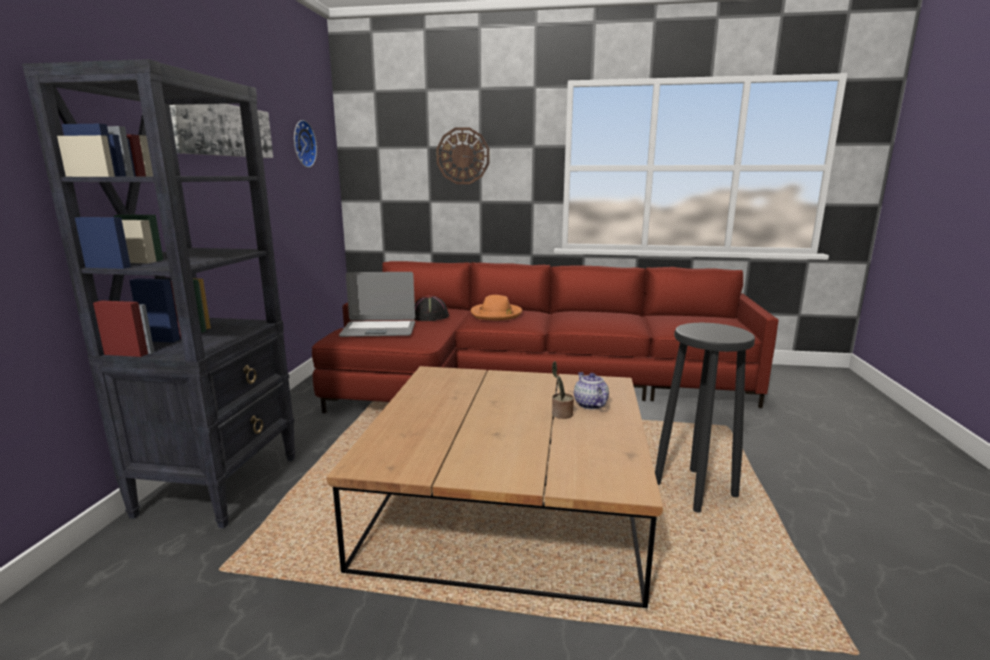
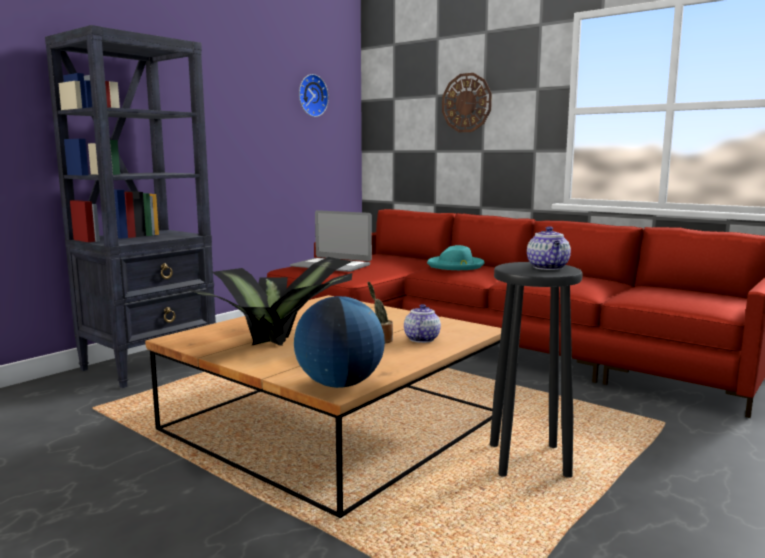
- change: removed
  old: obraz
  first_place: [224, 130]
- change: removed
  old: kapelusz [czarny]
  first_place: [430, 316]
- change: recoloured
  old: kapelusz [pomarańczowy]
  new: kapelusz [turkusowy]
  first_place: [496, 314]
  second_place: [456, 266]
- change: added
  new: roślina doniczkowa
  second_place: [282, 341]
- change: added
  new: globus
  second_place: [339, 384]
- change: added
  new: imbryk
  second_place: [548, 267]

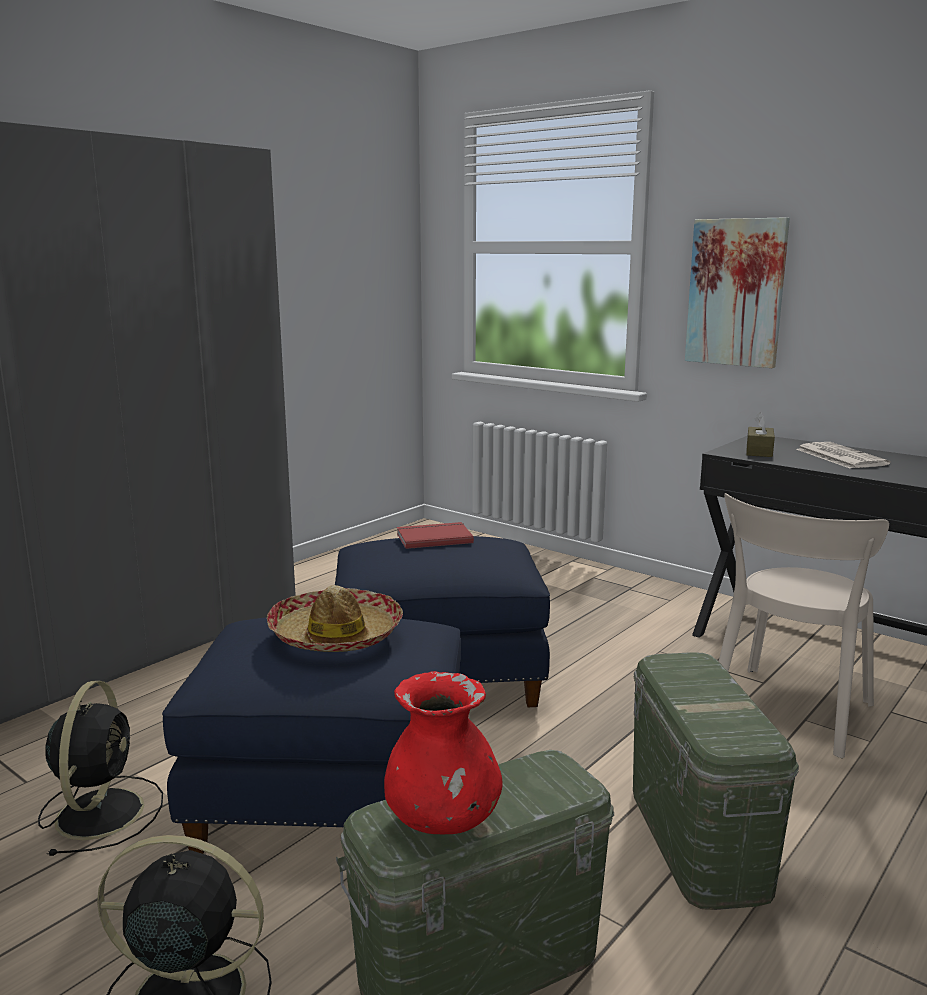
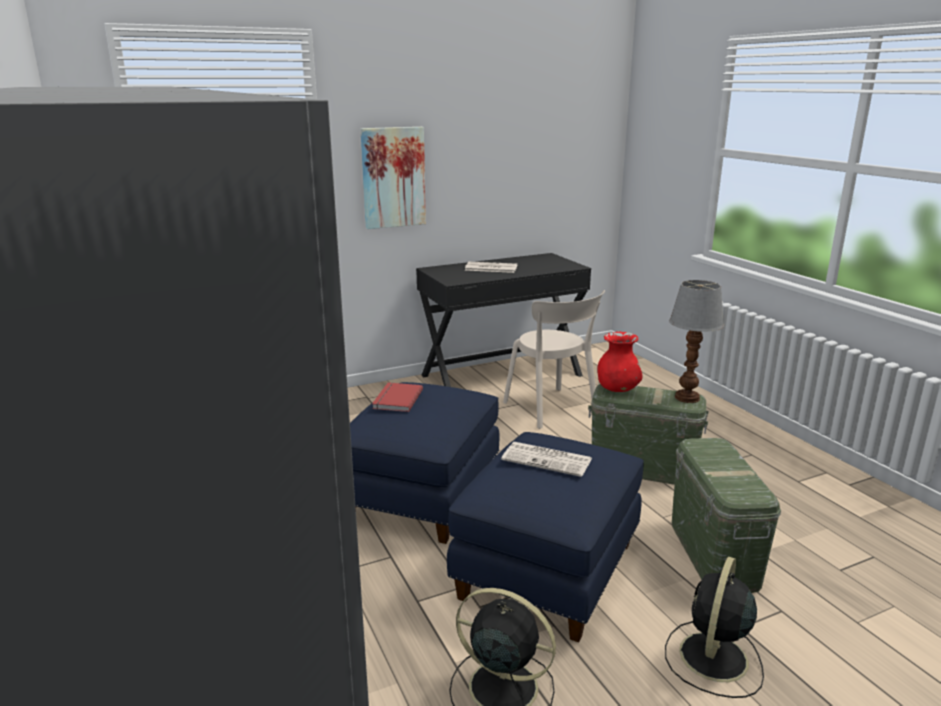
- change: replaced
  old: kapelusz
  new: gazeta
  first_place: [336, 635]
  second_place: [548, 460]
- change: moved
  old: wazon [czerwony]
  first_place: [444, 820]
  second_place: [617, 389]
- change: removed
  old: pudełko chusteczek [brązowy]
  first_place: [759, 451]
- change: added
  new: lampa stołowa
  second_place: [688, 398]

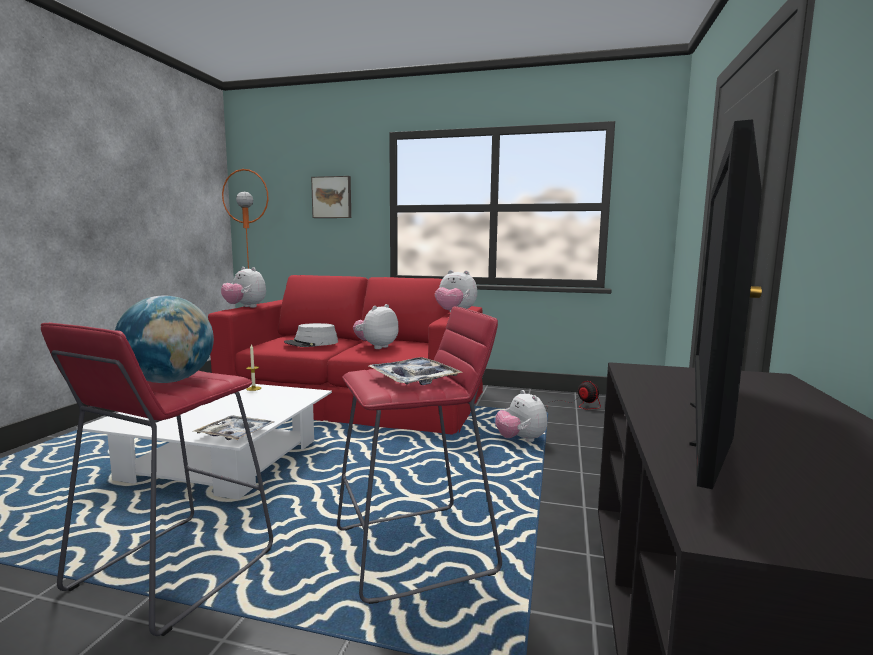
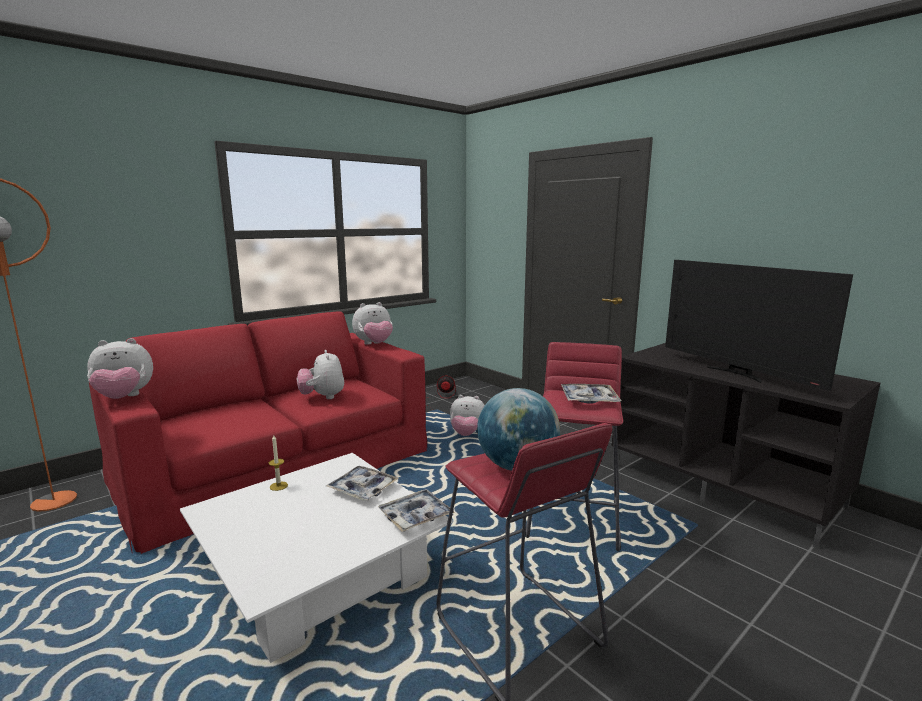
- change: removed
  old: kapelusz [szary]
  first_place: [311, 343]
- change: removed
  old: obraz
  first_place: [332, 197]
- change: added
  new: taca
  second_place: [362, 489]

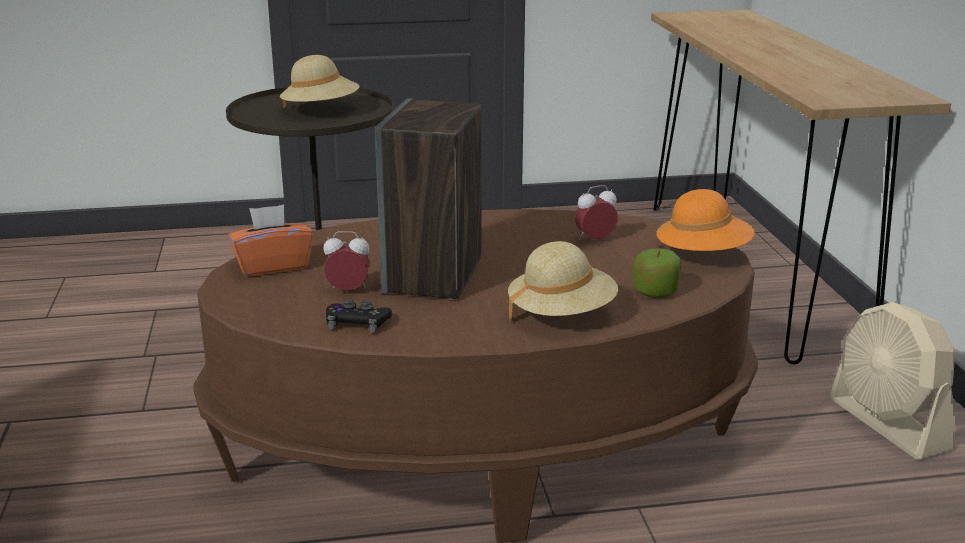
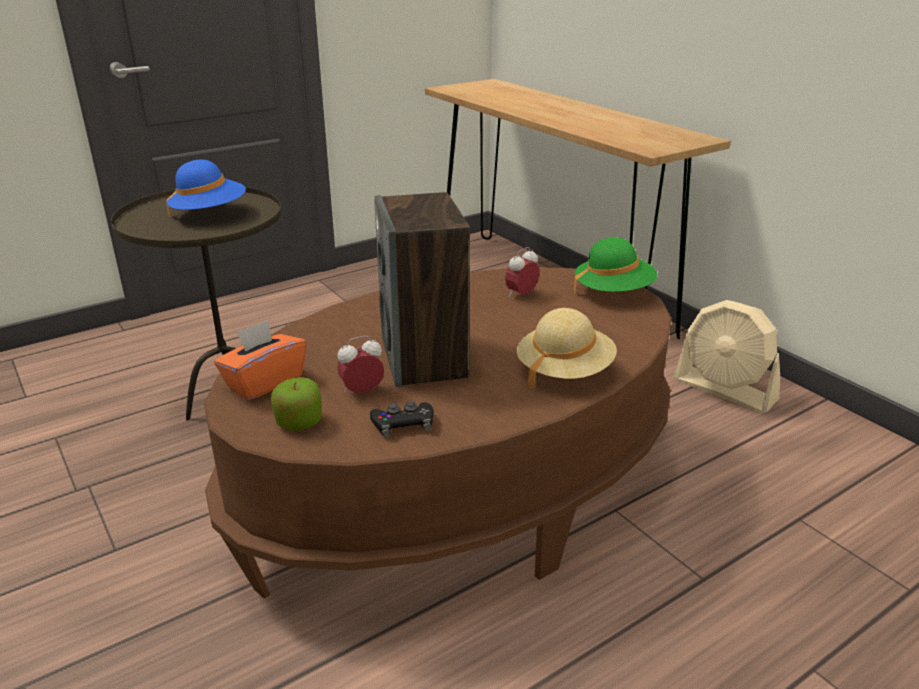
- change: recoloured
  old: kapelusz [beżowy]
  new: kapelusz [niebieski]
  first_place: [321, 111]
  second_place: [209, 214]
- change: moved
  old: jabłko
  first_place: [655, 292]
  second_place: [299, 422]
- change: recoloured
  old: kapelusz [pomarańczowy]
  new: kapelusz [zielony]
  first_place: [703, 255]
  second_place: [613, 292]

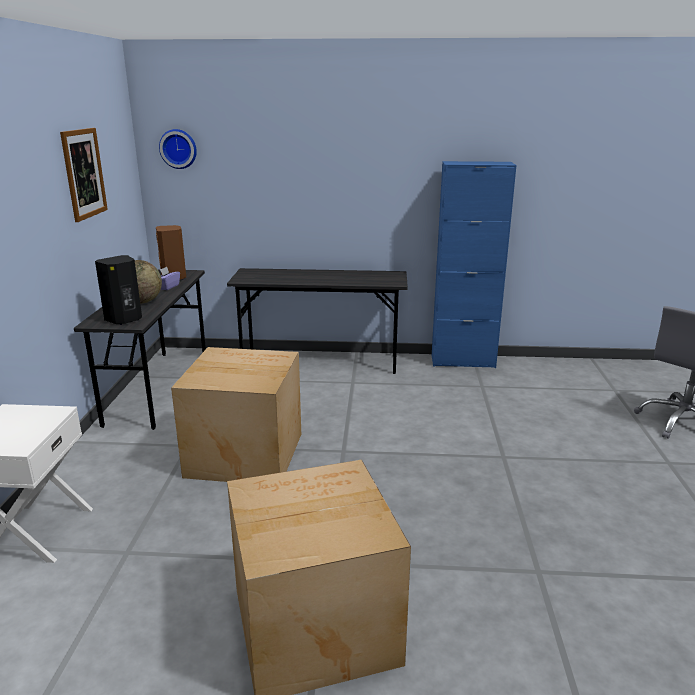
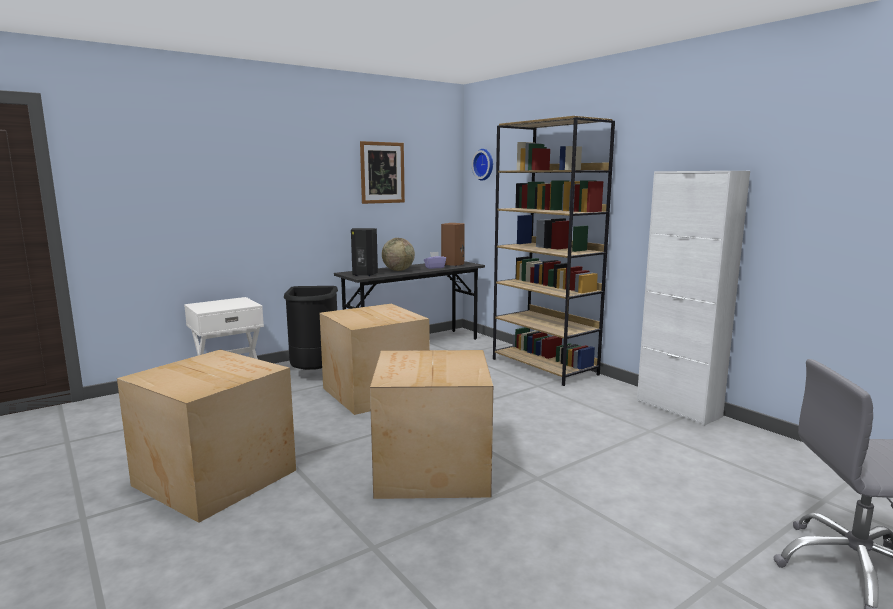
- change: replaced
  old: biurko [szary]
  new: regał [brązowy]
  first_place: [321, 362]
  second_place: [544, 367]
- change: recoloured
  old: szafka [niebieski]
  new: szafka [biały]
  first_place: [463, 361]
  second_place: [678, 409]
- change: added
  new: kosz na śmieci [czarny]
  second_place: [315, 373]
- change: added
  new: karton
  second_place: [430, 469]

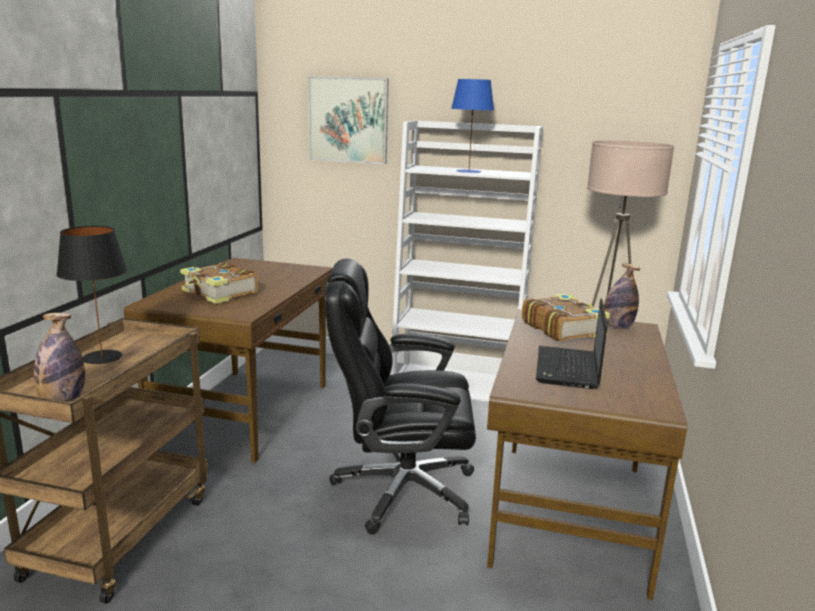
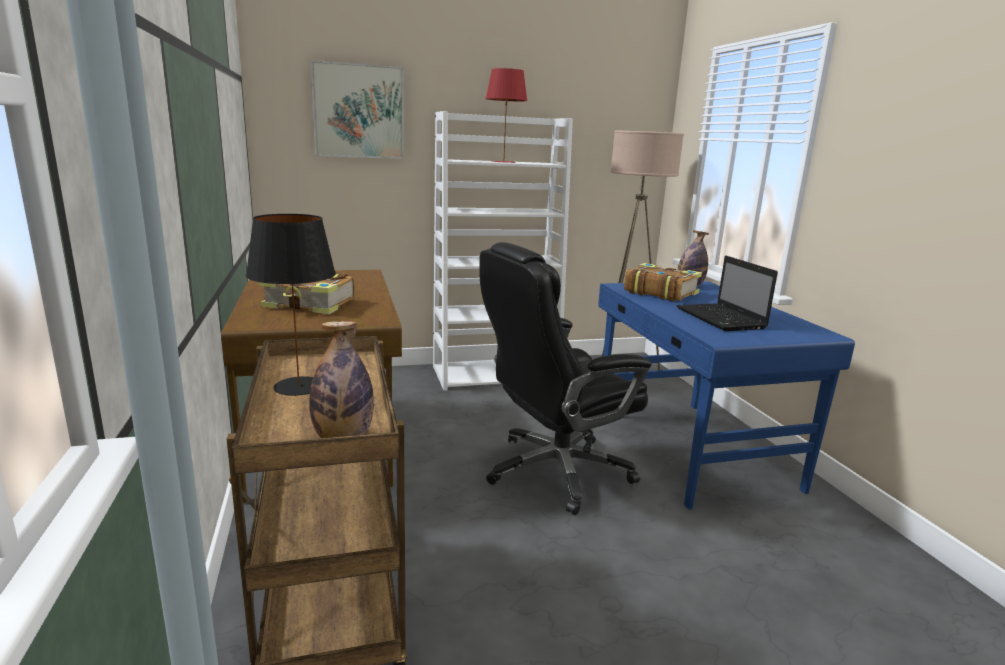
- change: recoloured
  old: lampa stołowa [niebieski]
  new: lampa stołowa [czerwony]
  first_place: [469, 171]
  second_place: [503, 162]
- change: recoloured
  old: biurko [brązowy]
  new: biurko [niebieski]
  first_place: [568, 512]
  second_place: [690, 450]

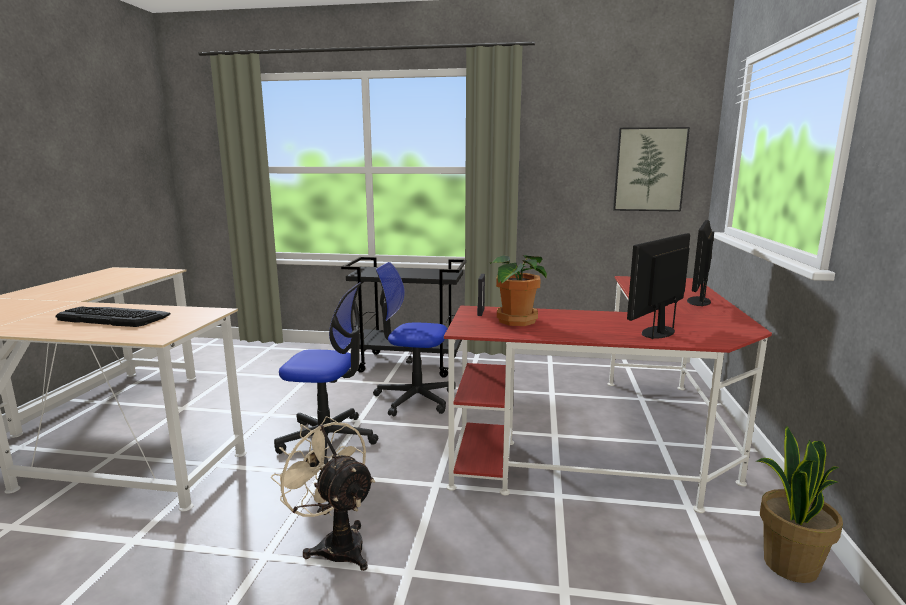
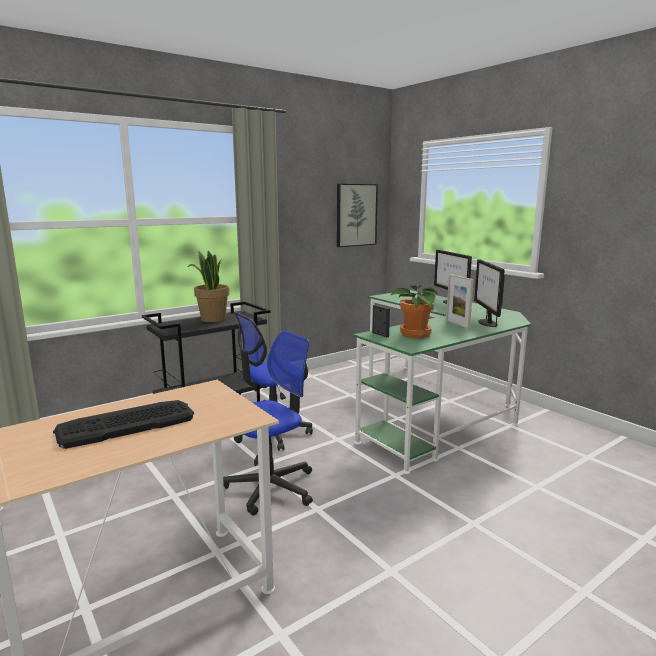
- change: removed
  old: wentylator [beżowy]
  first_place: [335, 544]
- change: recoloured
  old: biurko [czerwony]
  new: biurko [zielony]
  first_place: [619, 445]
  second_place: [435, 410]
- change: moved
  old: roślina doniczkowa
  first_place: [788, 565]
  second_place: [212, 319]
- change: added
  new: ramka na zdjęcie
  second_place: [457, 324]

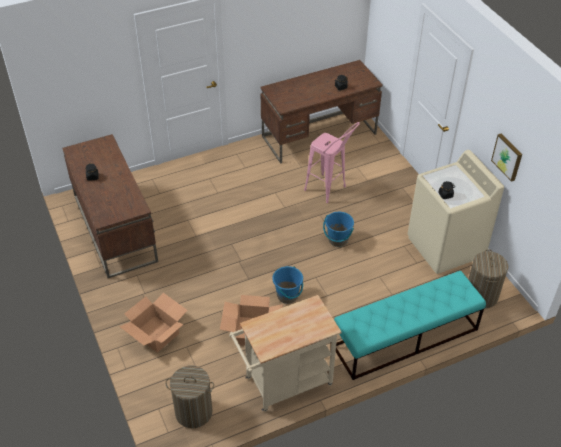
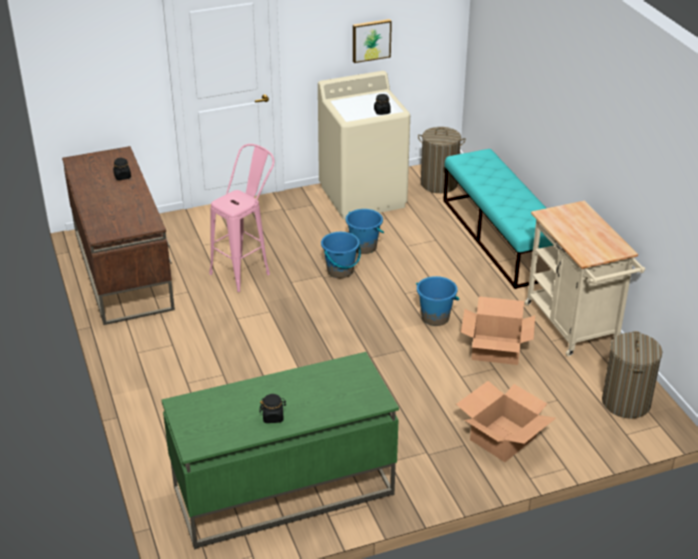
- change: recoloured
  old: biurko [brązowy]
  new: biurko [zielony]
  first_place: [115, 228]
  second_place: [282, 491]
- change: added
  new: wiadro [niebieski]
  second_place: [364, 247]

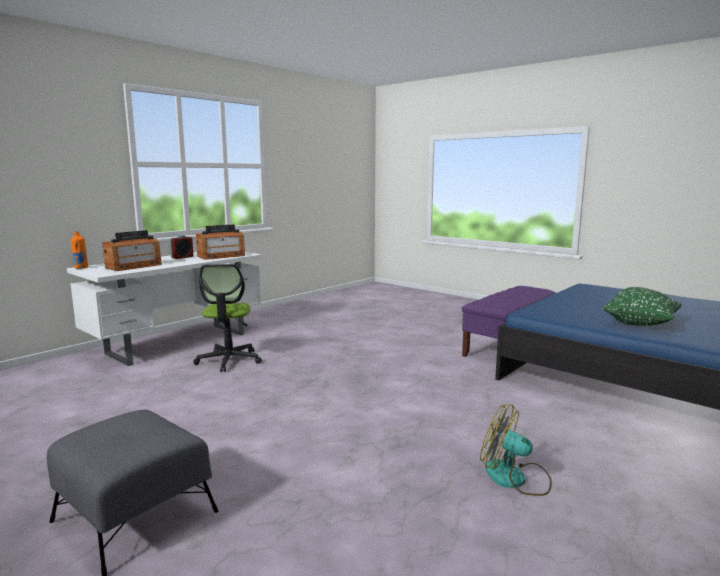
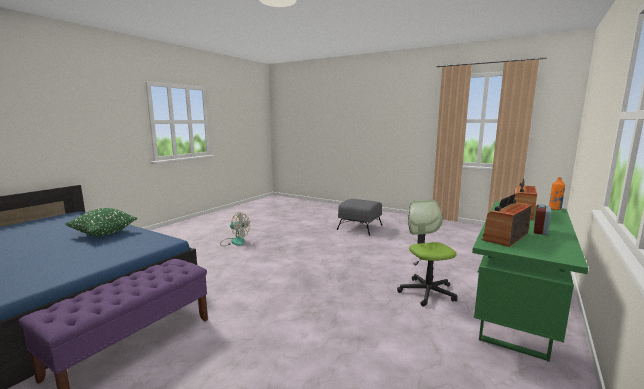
- change: recoloured
  old: biurko [biały]
  new: biurko [zielony]
  first_place: [178, 343]
  second_place: [517, 312]

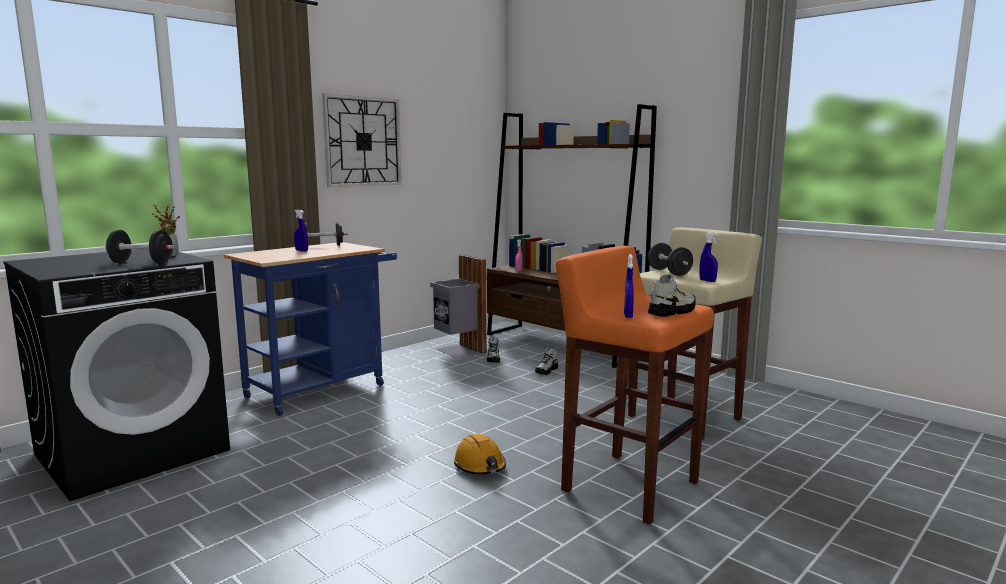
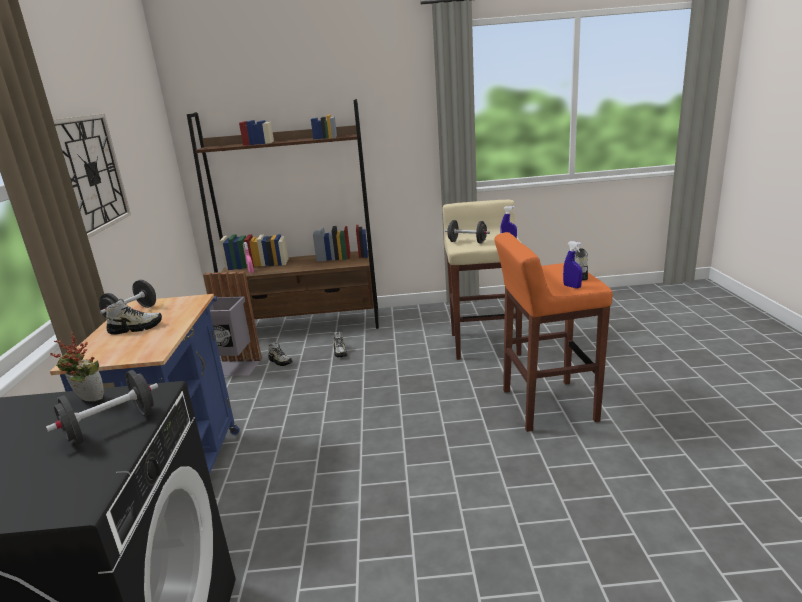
- change: replaced
  old: spryskiwacz [niebieski]
  new: but
  first_place: [301, 251]
  second_place: [136, 328]
- change: removed
  old: kask [pomarańczowy]
  first_place: [480, 466]

